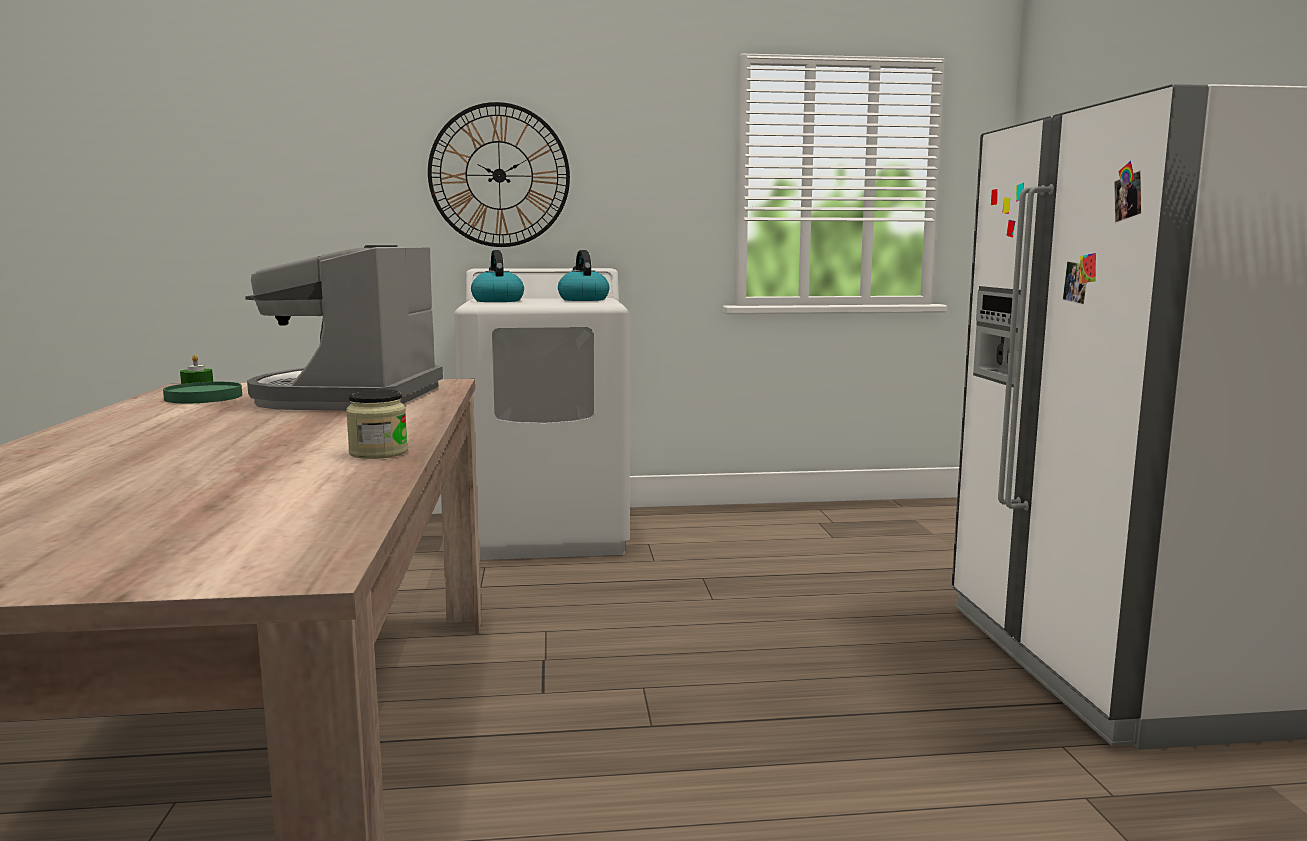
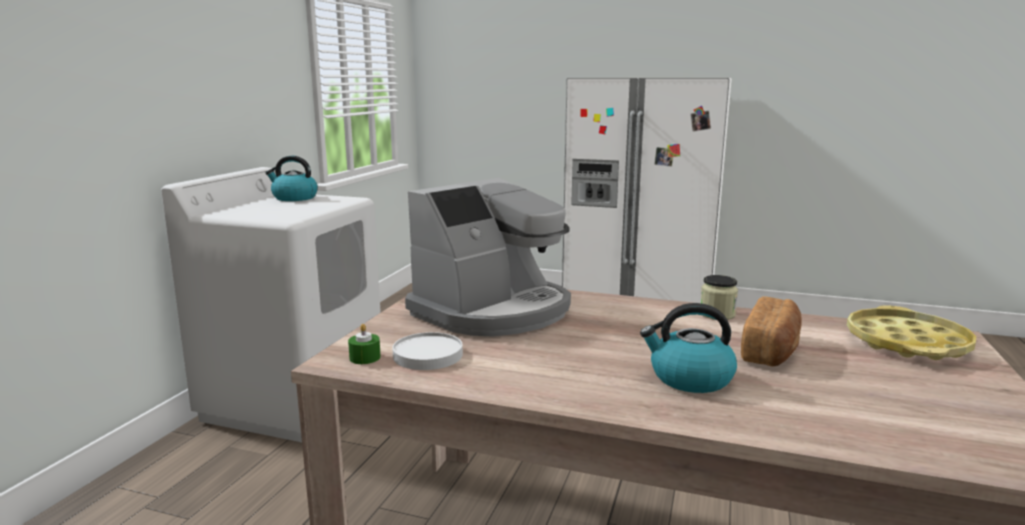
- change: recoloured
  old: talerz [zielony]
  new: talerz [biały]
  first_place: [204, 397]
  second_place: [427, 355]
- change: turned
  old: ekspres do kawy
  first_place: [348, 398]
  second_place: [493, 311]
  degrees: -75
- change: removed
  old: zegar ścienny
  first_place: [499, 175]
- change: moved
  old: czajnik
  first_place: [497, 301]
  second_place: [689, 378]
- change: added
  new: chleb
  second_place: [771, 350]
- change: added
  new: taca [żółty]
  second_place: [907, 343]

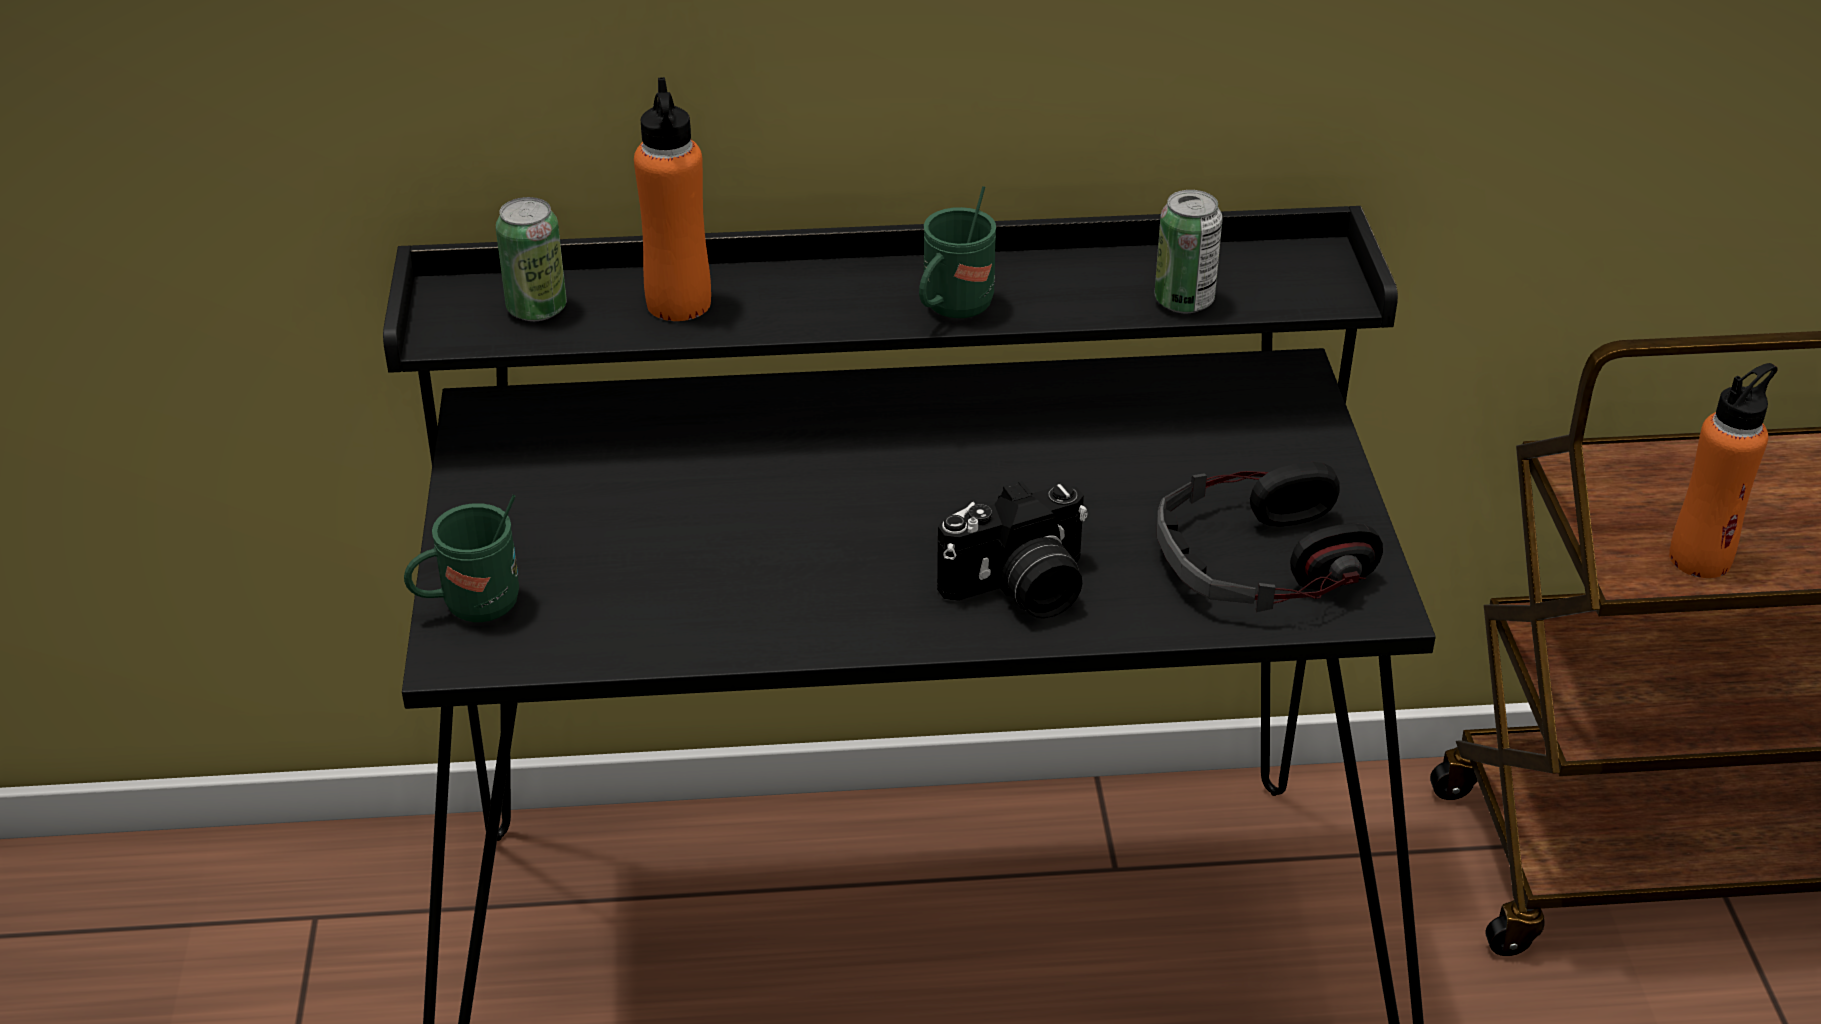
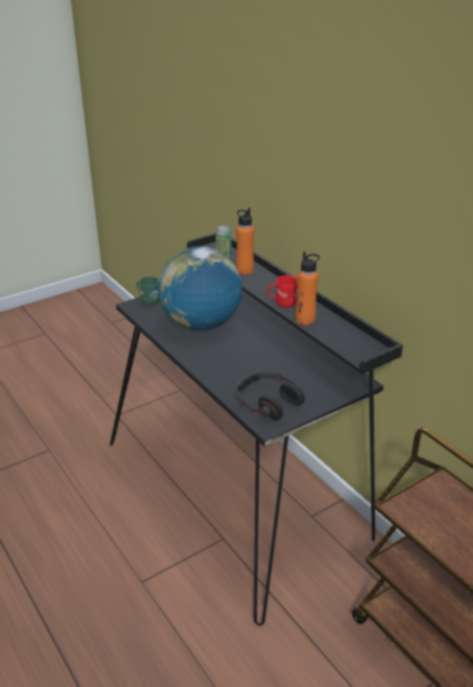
- change: recoloured
  old: kubek [zielony]
  new: kubek [czerwony]
  first_place: [952, 310]
  second_place: [282, 304]
- change: removed
  old: aparat fotograficzny
  first_place: [1020, 590]
- change: removed
  old: puszka
  first_place: [1184, 301]
- change: moved
  old: butelka [pomarańczowy]
  first_place: [1700, 558]
  second_place: [305, 319]
- change: added
  new: globus
  second_place: [201, 324]

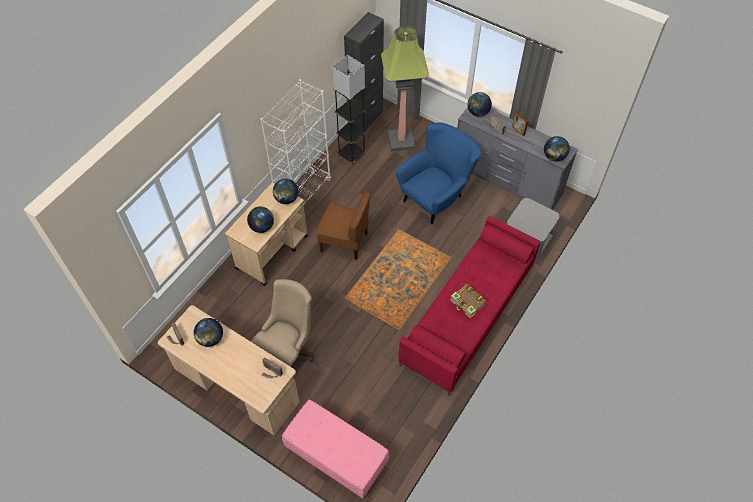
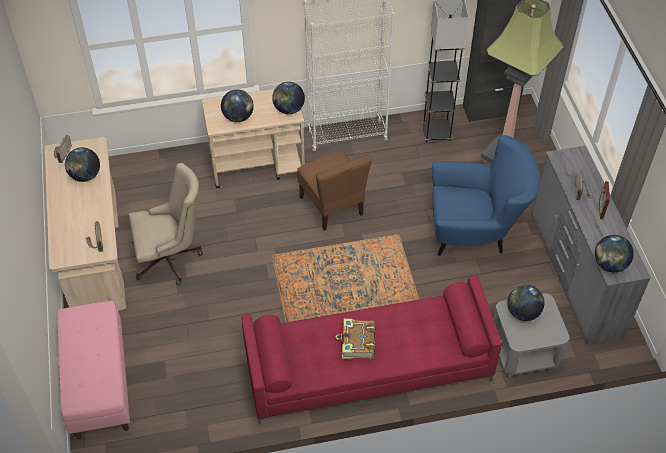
- change: moved
  old: globus
  first_place: [478, 113]
  second_place: [523, 312]

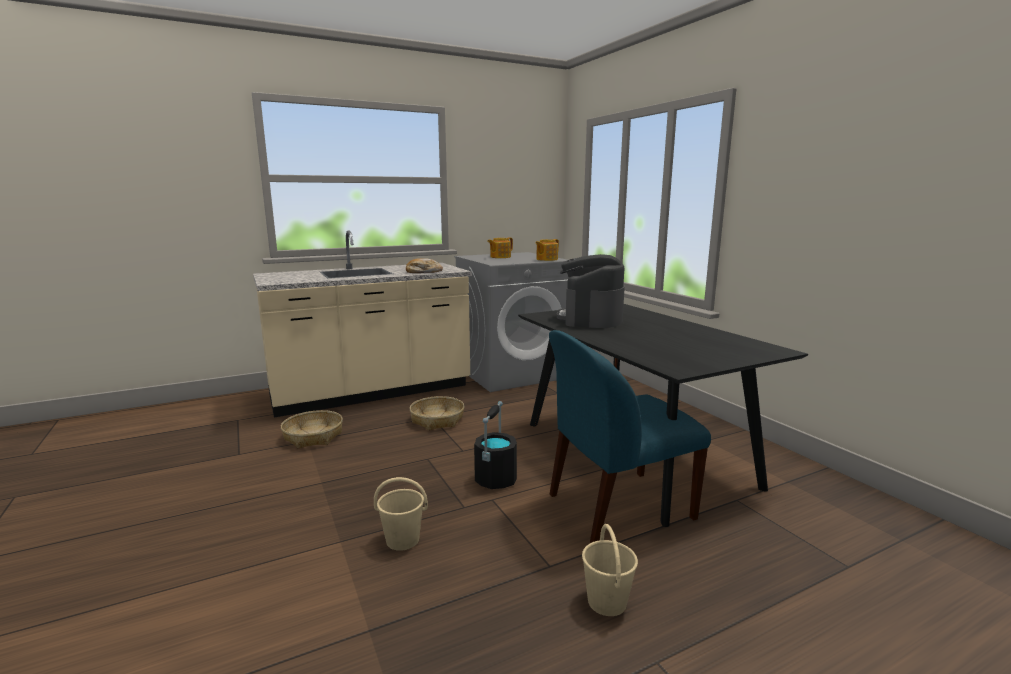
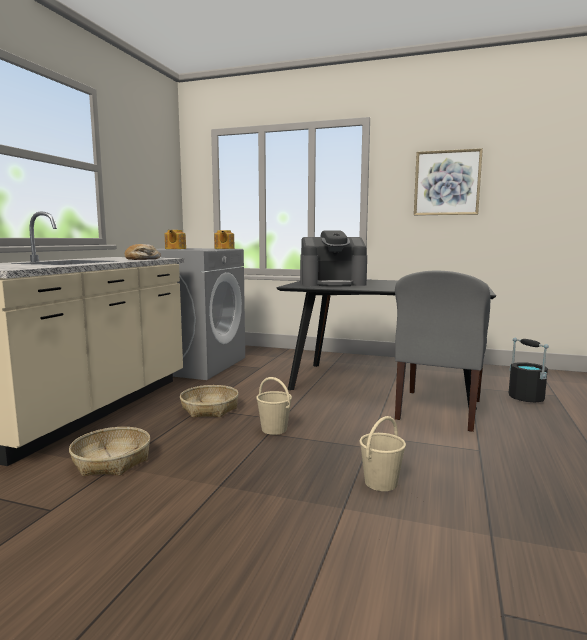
- change: moved
  old: wiadro [czarny]
  first_place: [495, 479]
  second_place: [526, 398]
- change: recoloured
  old: krzesło [niebieski]
  new: krzesło [szary]
  first_place: [617, 507]
  second_place: [438, 411]
- change: turned
  old: ekspres do kawy
  first_place: [590, 318]
  second_place: [333, 284]
  degrees: -60
- change: moved
  old: wiadro [beżowy]
  first_place: [607, 602]
  second_place: [274, 429]
- change: added
  new: obraz
  second_place: [447, 183]

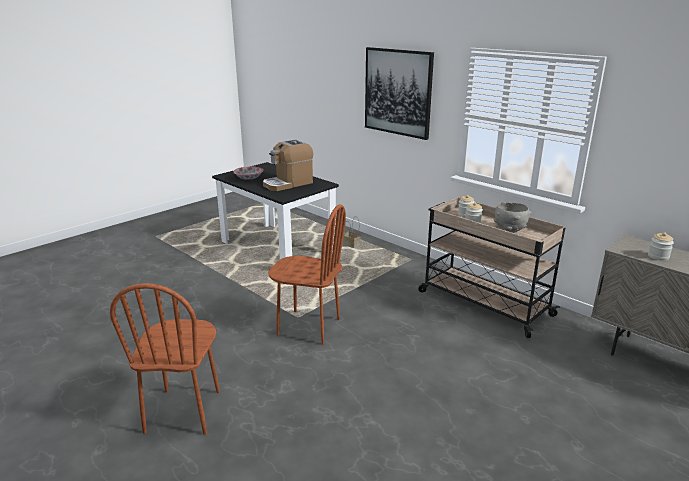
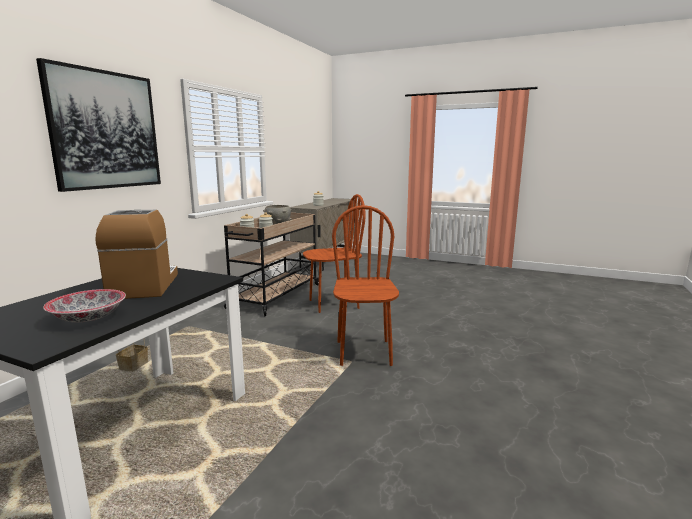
- change: moved
  old: krzesło [brązowy]
  first_place: [184, 411]
  second_place: [333, 304]
- change: turned
  old: ekspres do kawy
  first_place: [288, 184]
  second_place: [145, 285]
  degrees: -135

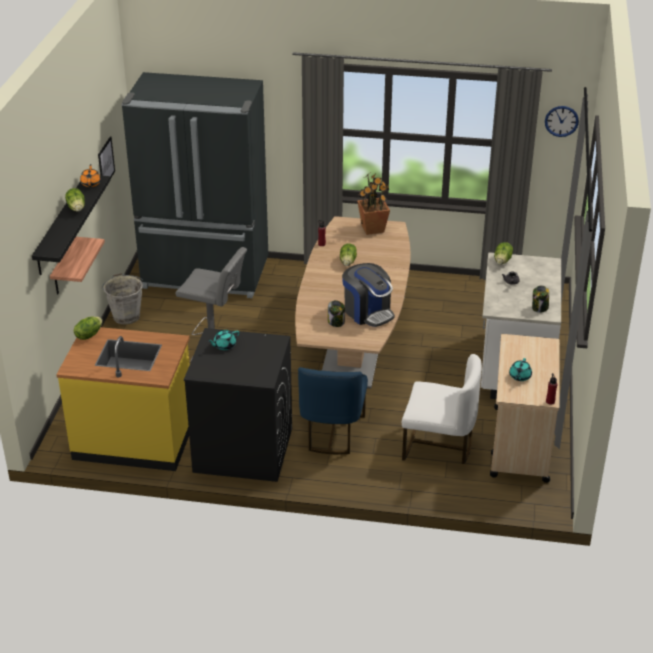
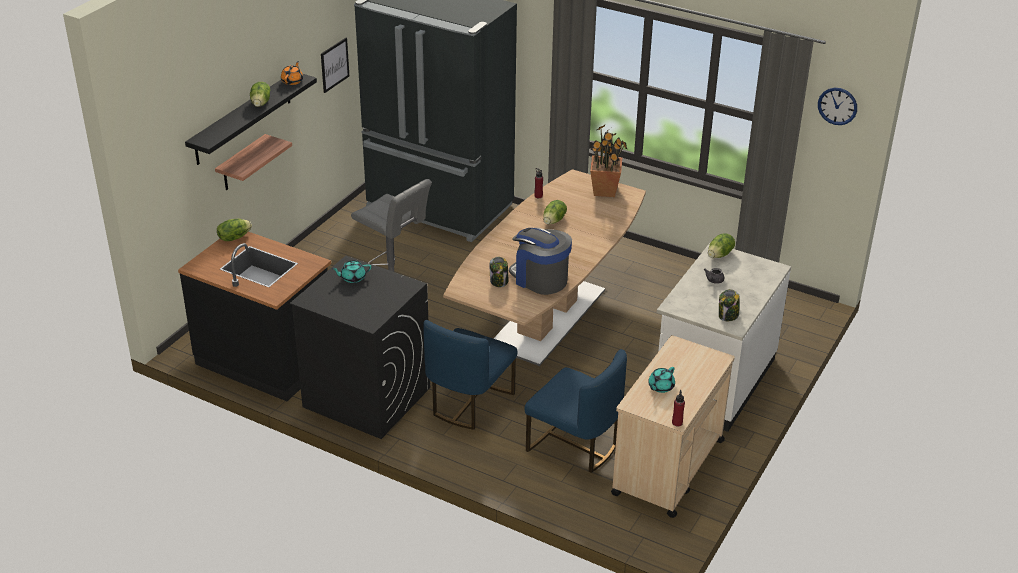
- change: recoloured
  old: zabudowa kuchenna [żółty]
  new: zabudowa kuchenna [czarny]
  first_place: [134, 439]
  second_place: [266, 359]
- change: removed
  old: wiadro [szary]
  first_place: [126, 316]
- change: turned
  old: ekspres do kawy
  first_place: [368, 312]
  second_place: [540, 279]
  degrees: 150
- change: recoloured
  old: krzesło [biały]
  new: krzesło [niebieski]
  first_place: [438, 446]
  second_place: [574, 445]

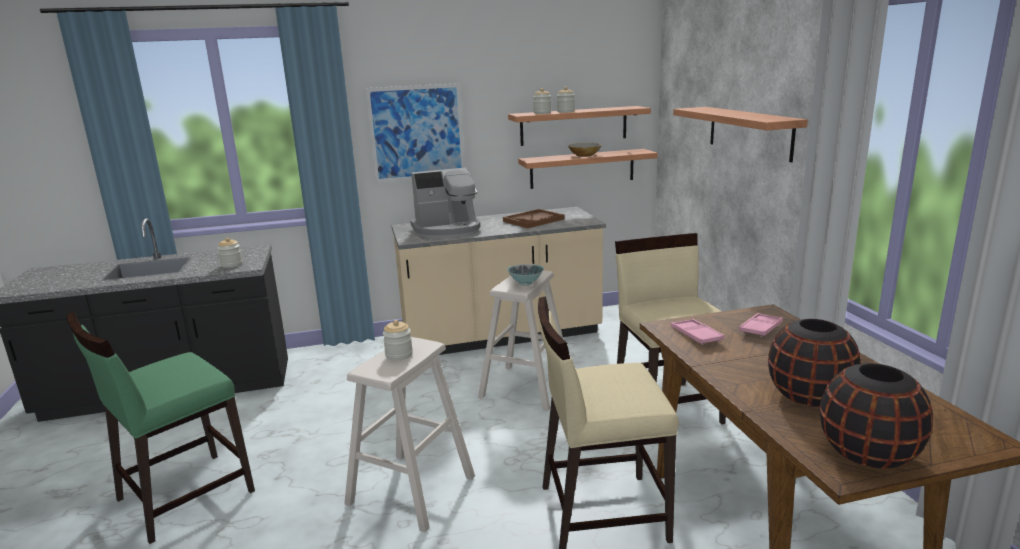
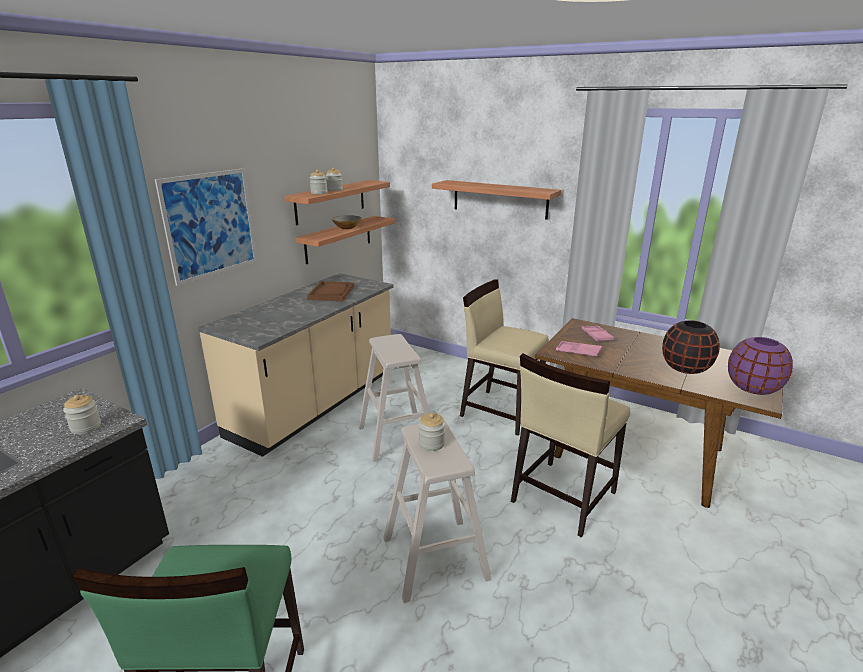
- change: removed
  old: ekspres do kawy
  first_place: [447, 230]
- change: removed
  old: miska
  first_place: [526, 284]
- change: recoloured
  old: wazon [czarny]
  new: wazon [fioletowy]
  first_place: [867, 454]
  second_place: [753, 388]

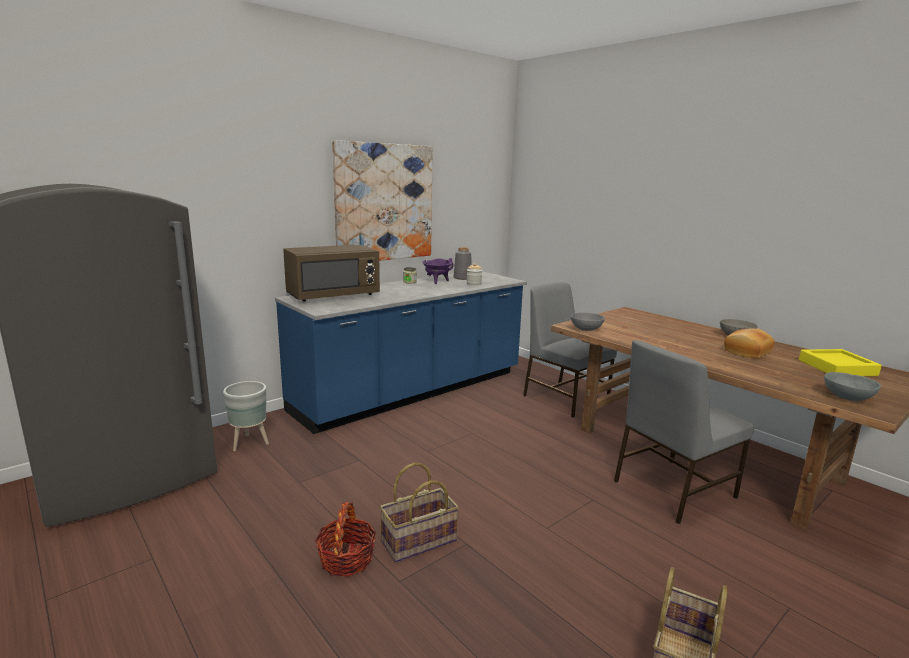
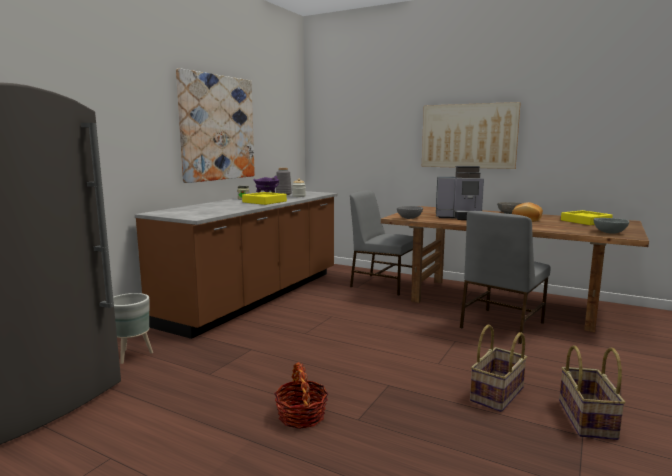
- change: recoloured
  old: zabudowa kuchenna [niebieski]
  new: zabudowa kuchenna [brązowy]
  first_place: [412, 392]
  second_place: [256, 297]
- change: removed
  old: mikrofalówka [brązowy]
  first_place: [333, 296]
- change: moved
  old: koszyk
  first_place: [419, 542]
  second_place: [498, 395]
- change: added
  new: taca [żółty]
  second_place: [264, 202]
- change: added
  new: obraz
  second_place: [468, 136]
- change: added
  new: ekspres do kawy
  second_place: [459, 217]

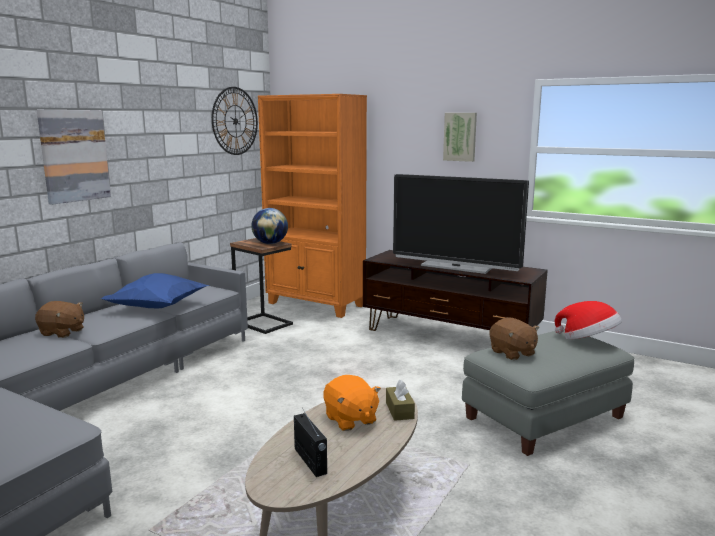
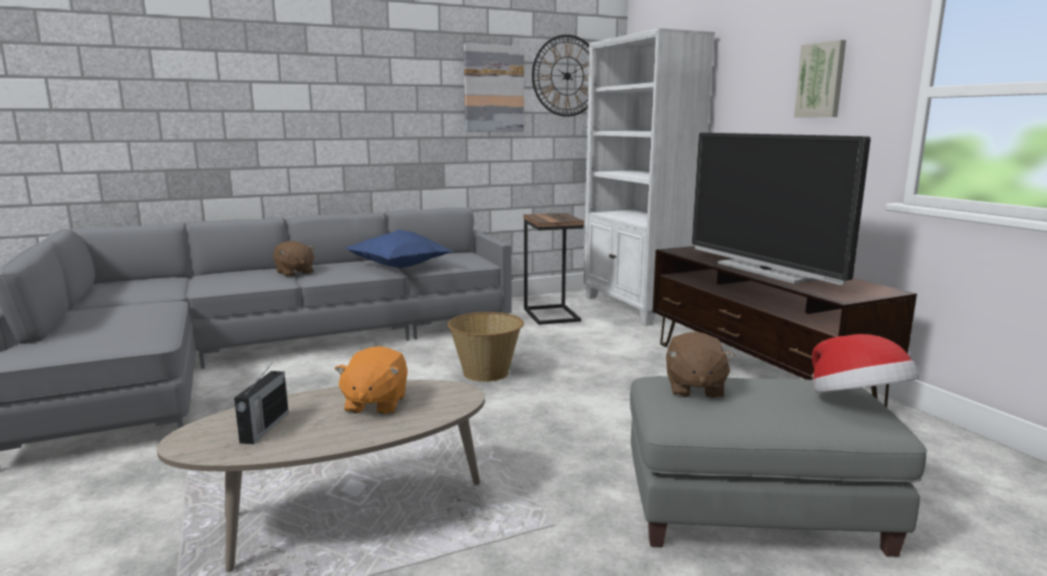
- change: moved
  old: obraz
  first_place: [74, 155]
  second_place: [493, 89]
- change: removed
  old: globus
  first_place: [270, 243]
- change: recoloured
  old: regał [pomarańczowy]
  new: regał [biały]
  first_place: [316, 305]
  second_place: [636, 307]
- change: removed
  old: pudełko chusteczek [brązowy]
  first_place: [399, 410]
- change: added
  new: koszyk
  second_place: [486, 373]

